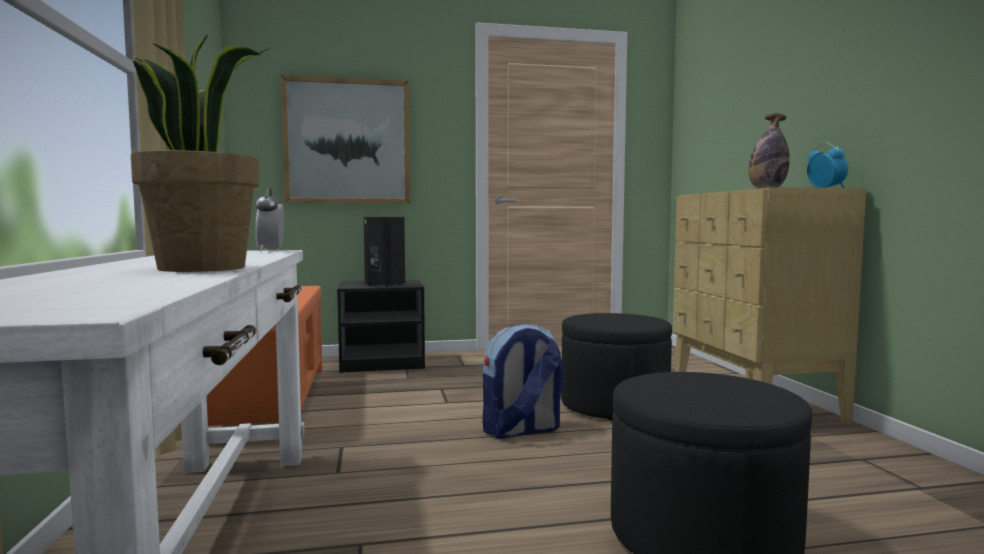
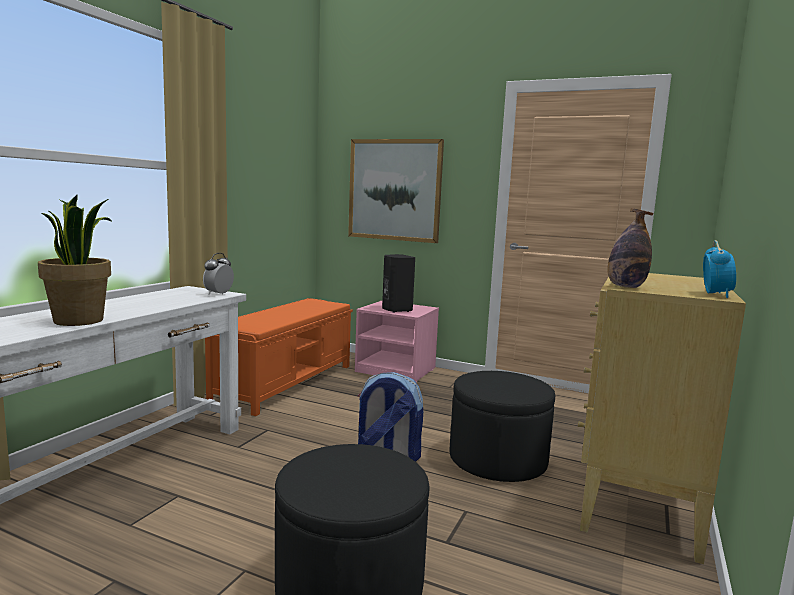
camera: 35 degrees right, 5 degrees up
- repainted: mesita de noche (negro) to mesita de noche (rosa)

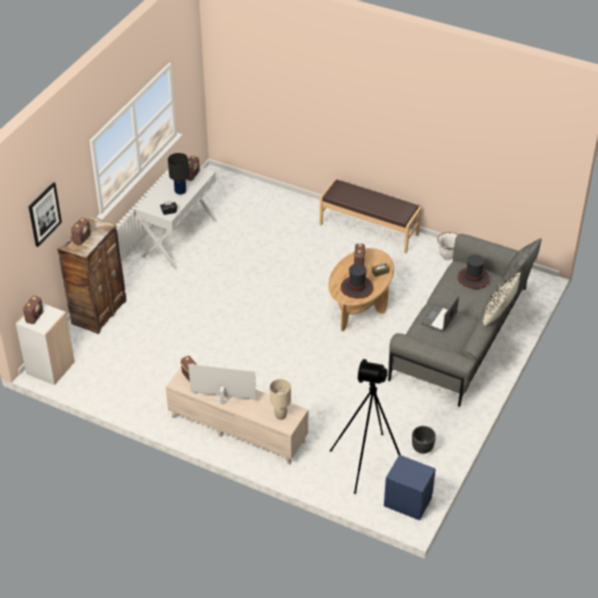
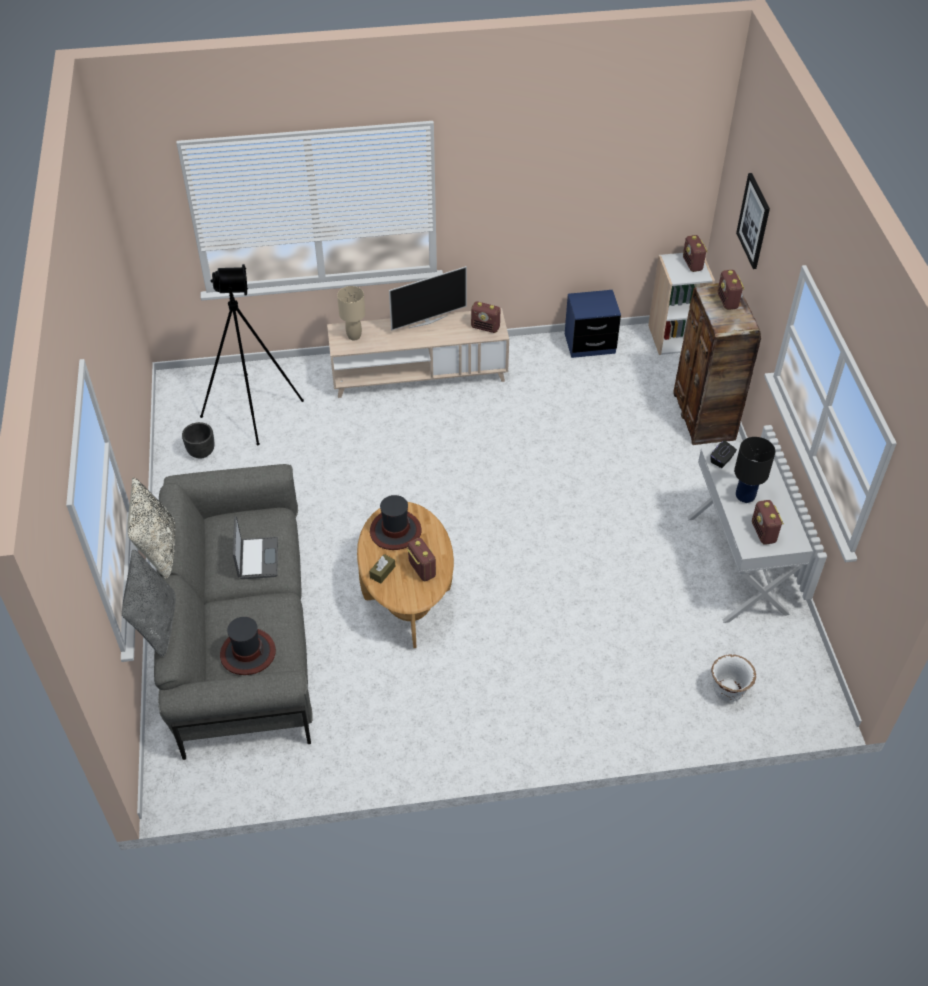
camera: 145 degrees right, 5 degrees up
- shifted: mesita de noche (azul)
- shifted: maceta (blanco)
- gone: banco (marrón)

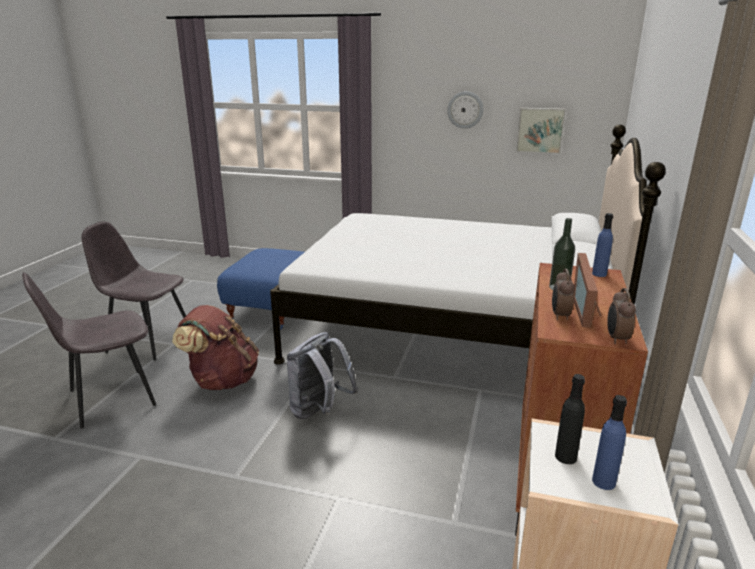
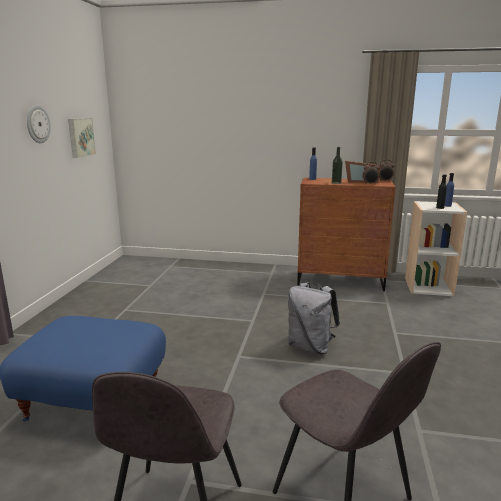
camera: 95 degrees left, 5 degrees down
- gone: mochila (marrón)
- gone: cama (blanco)

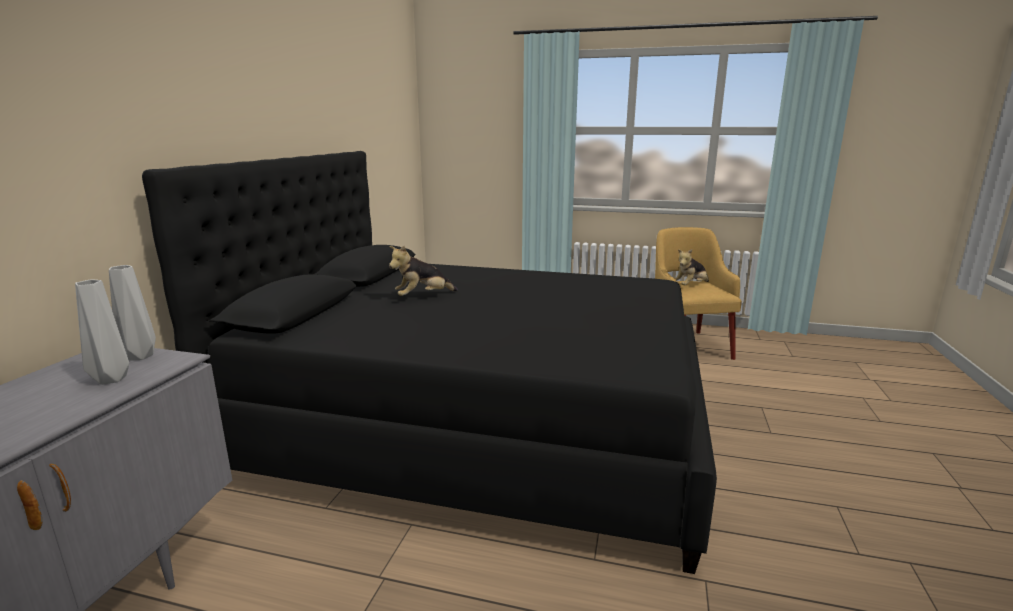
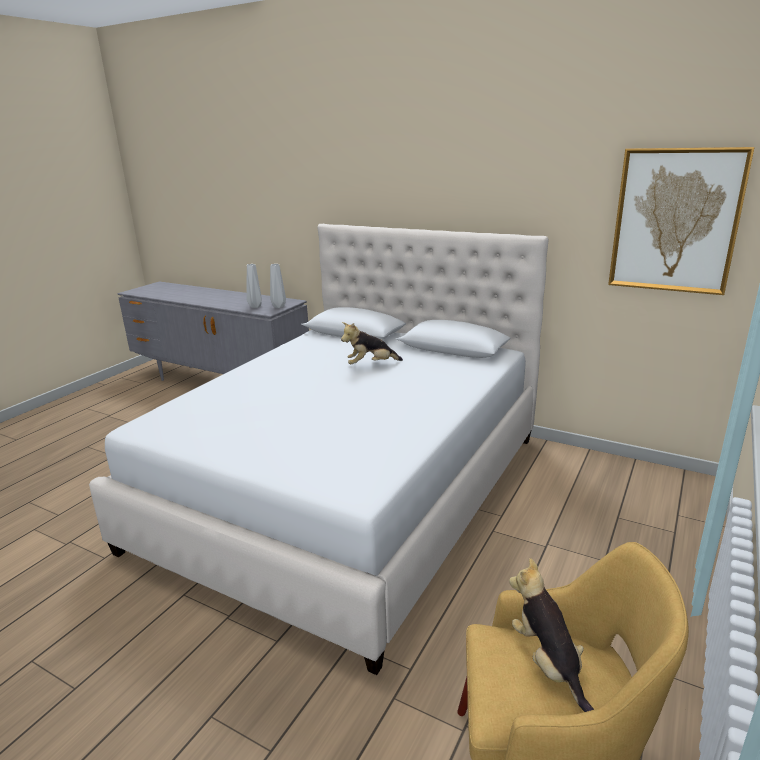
camera: 105 degrees right, 5 degrees up
- repainted: cama (negro) to cama (blanco)
- rotated: peluche (no. 1 from left) 90 degrees counterclockwise
- new: cuadro

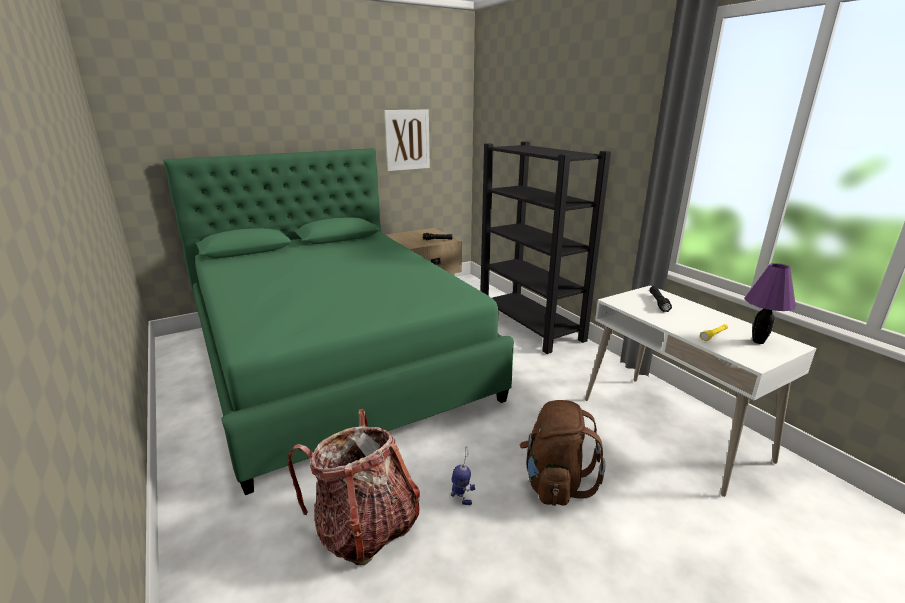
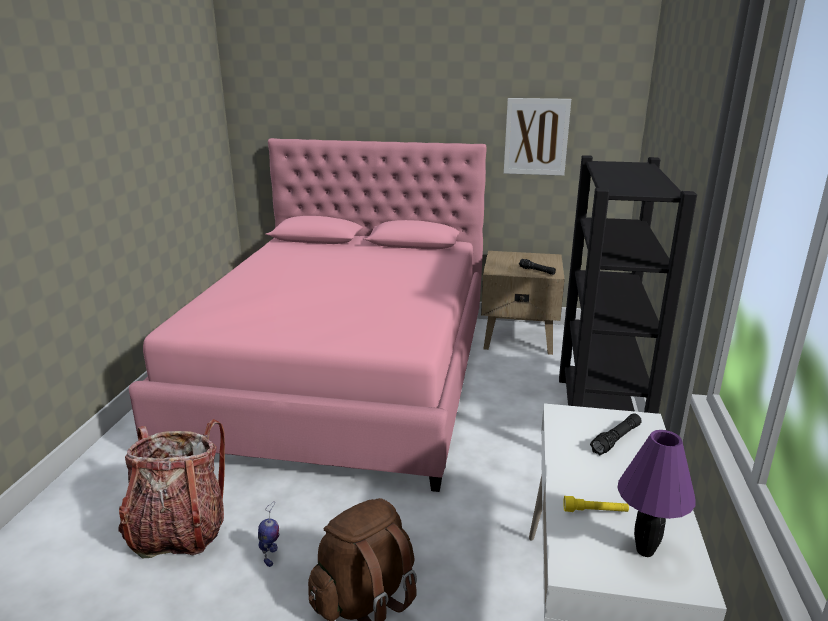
camera: 40 degrees right, 0 degrees up
- repainted: cama (verde) to cama (rosa)

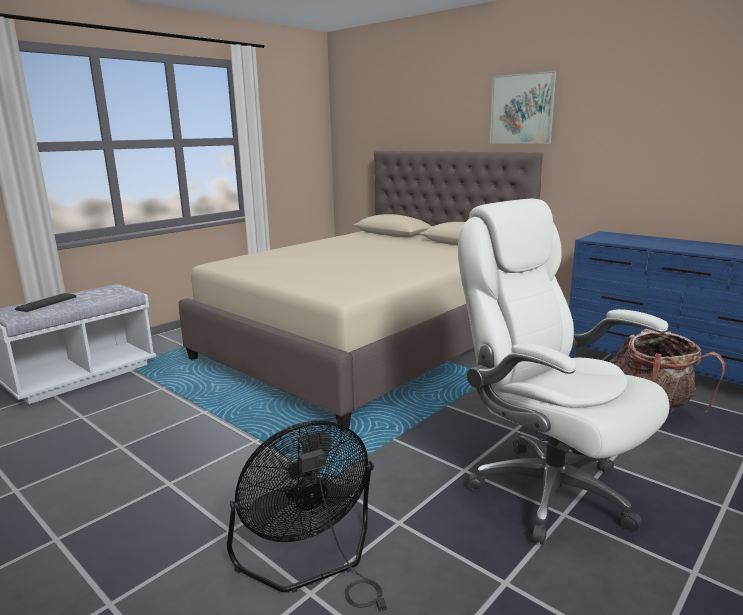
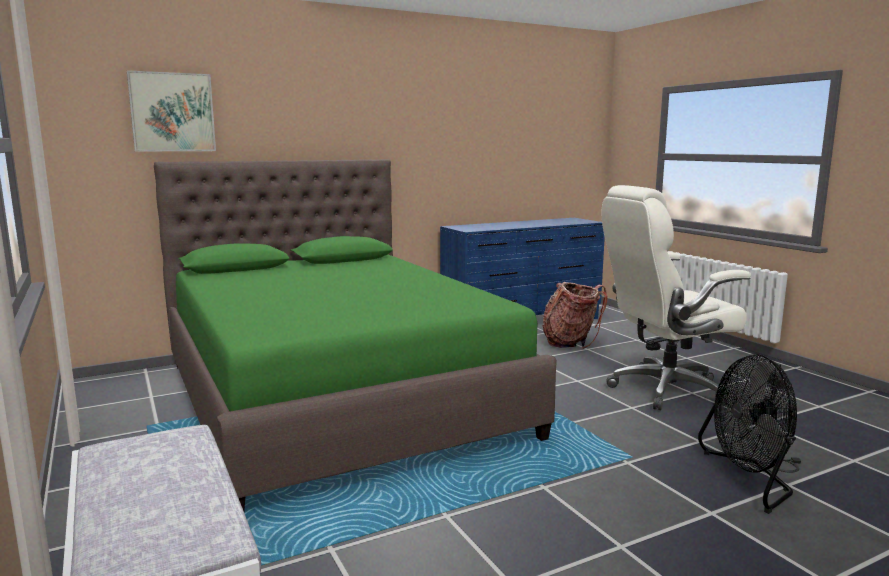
camera: 70 degrees left, 5 degrees down
- shifted: cuadro
- repainted: cama (beis) to cama (verde)
- gone: teclado

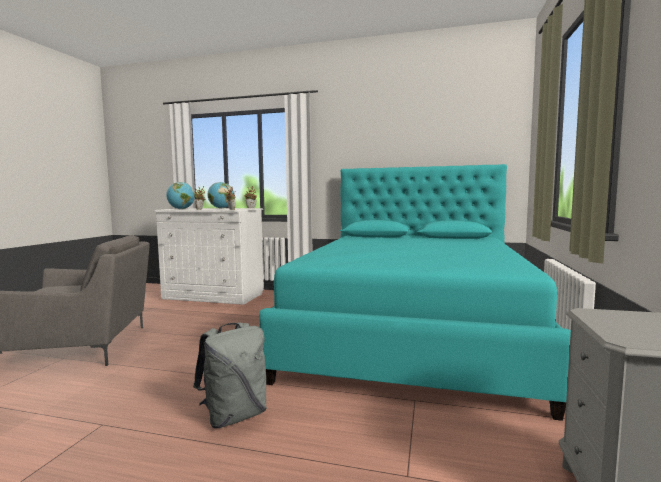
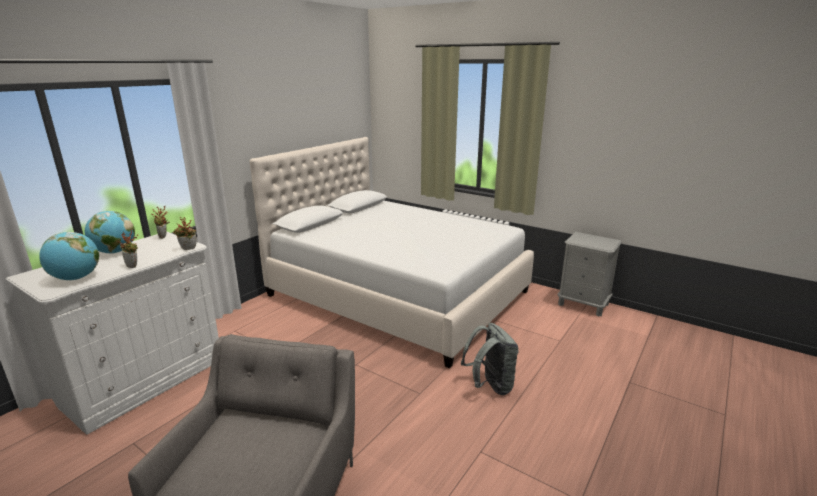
camera: 70 degrees left, 15 degrees up
- repainted: cama (turquesa) to cama (blanco)

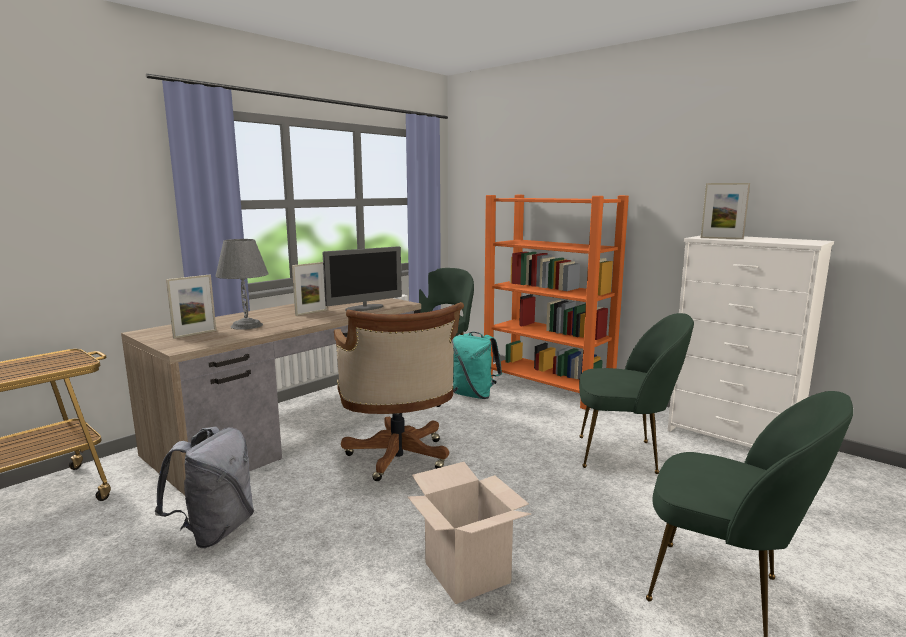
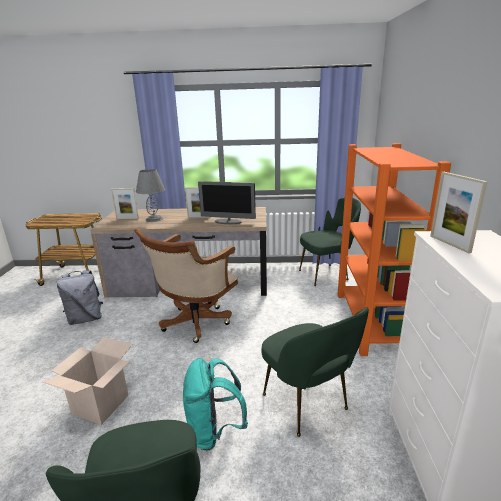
camera: 50 degrees right, 10 degrees up
- shifted: mochila (turquesa)

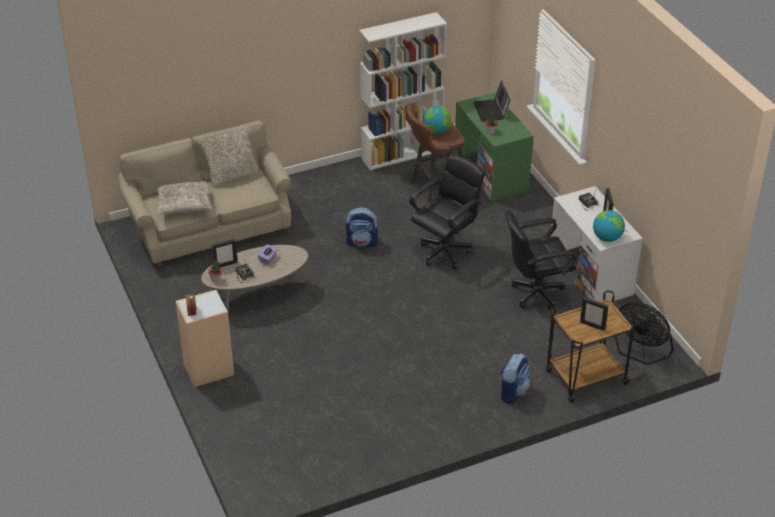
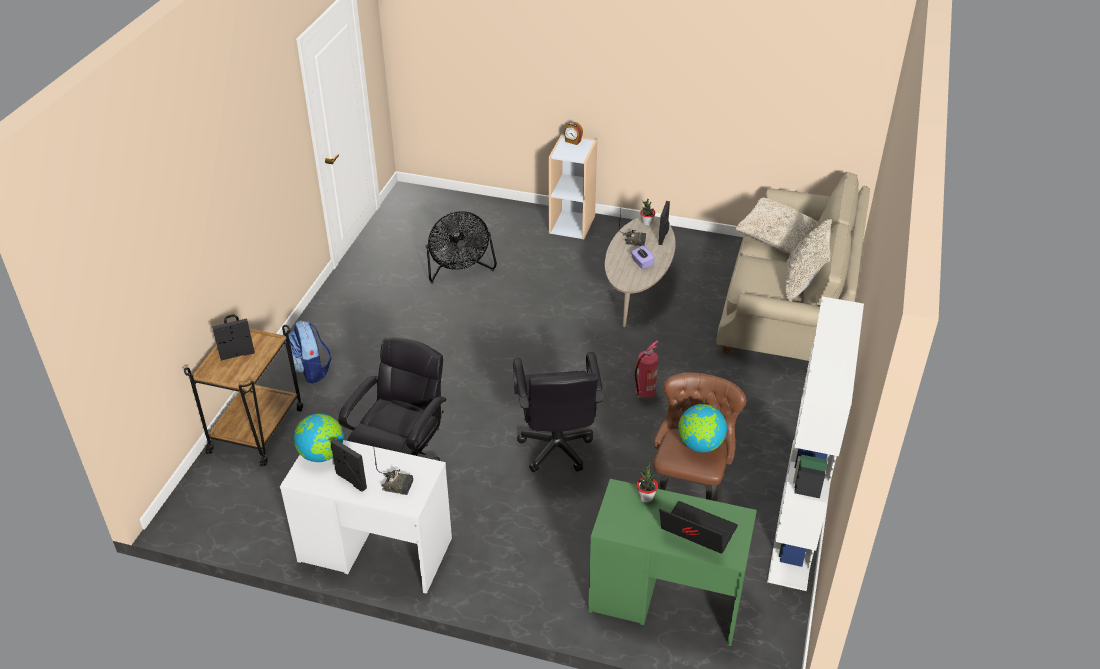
camera: 130 degrees right, 0 degrees up
- shifted: ventilador (negro)
- swapped: mochila (no. 1 from left) to extintor

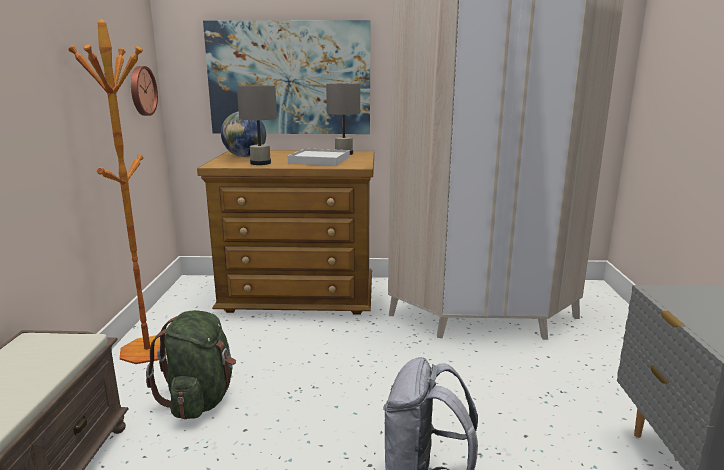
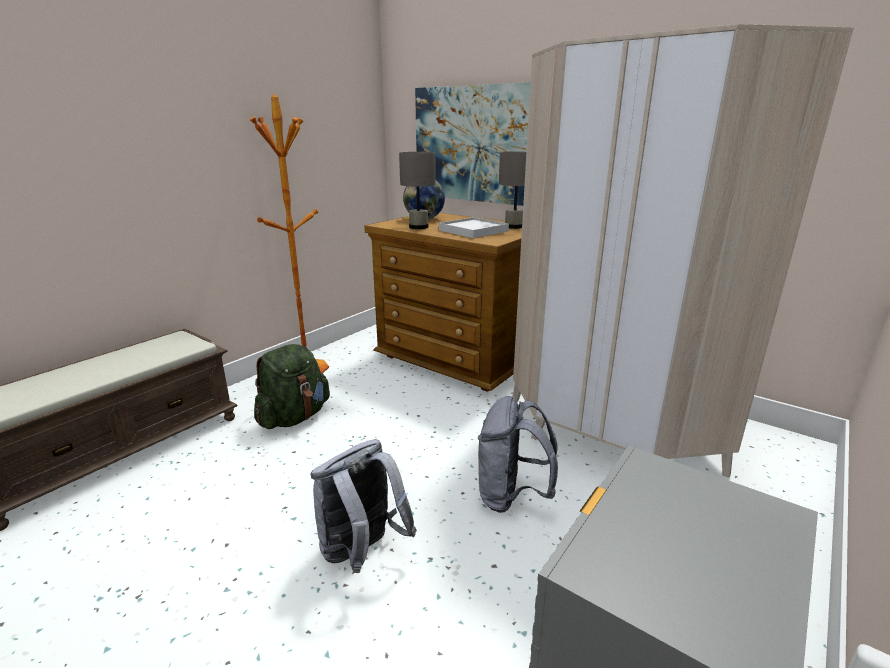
camera: 35 degrees right, 5 degrees up
- new: mochila (gris) (no. 2 from left)
- gone: reloj de pared

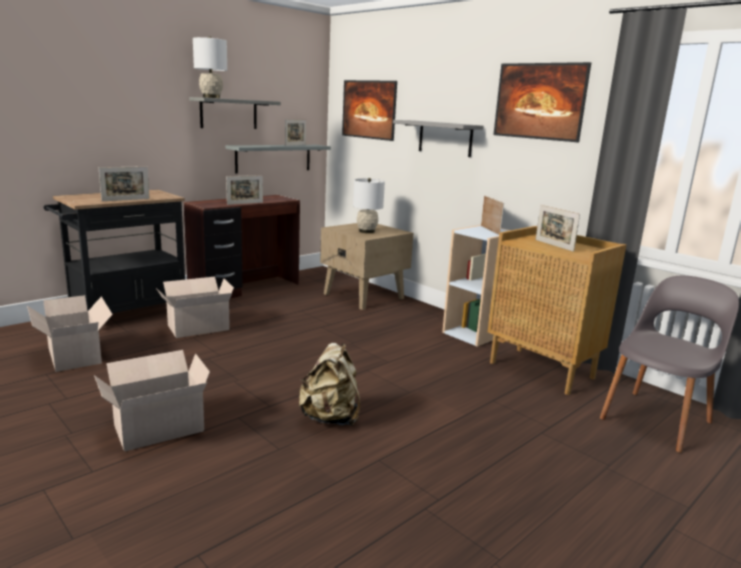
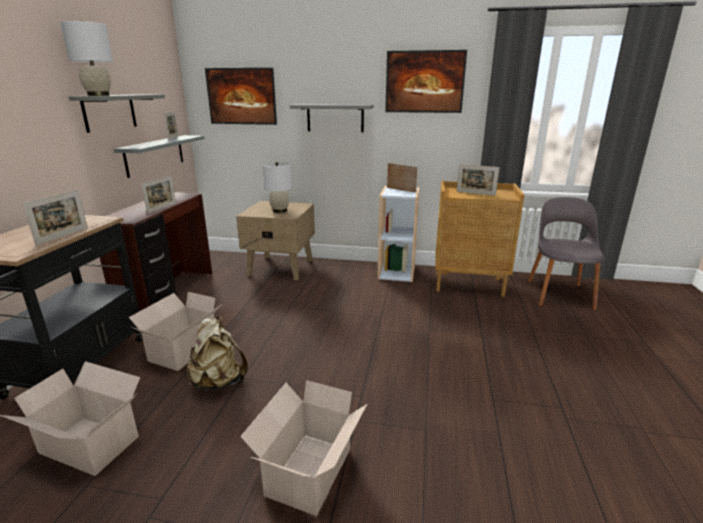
camera: 35 degrees left, 5 degrees up
- shifted: mochila (beis)

